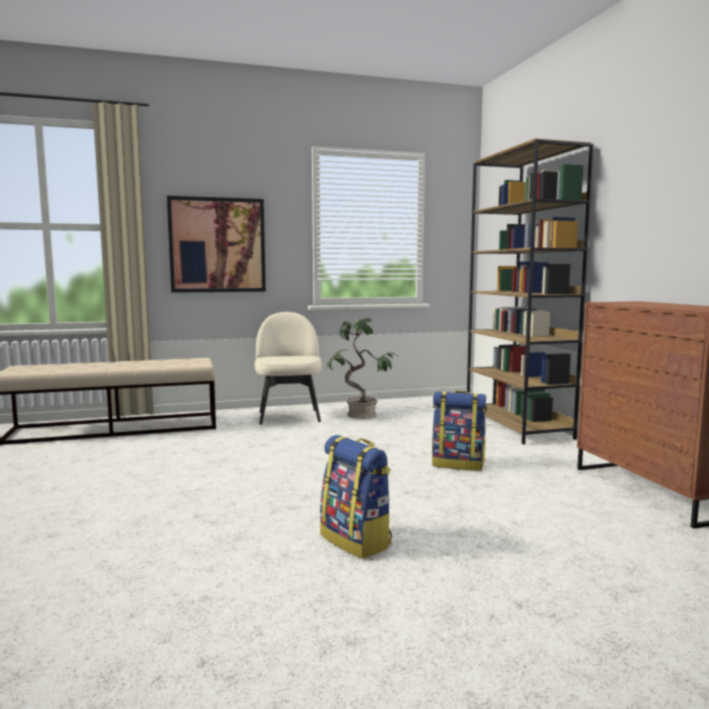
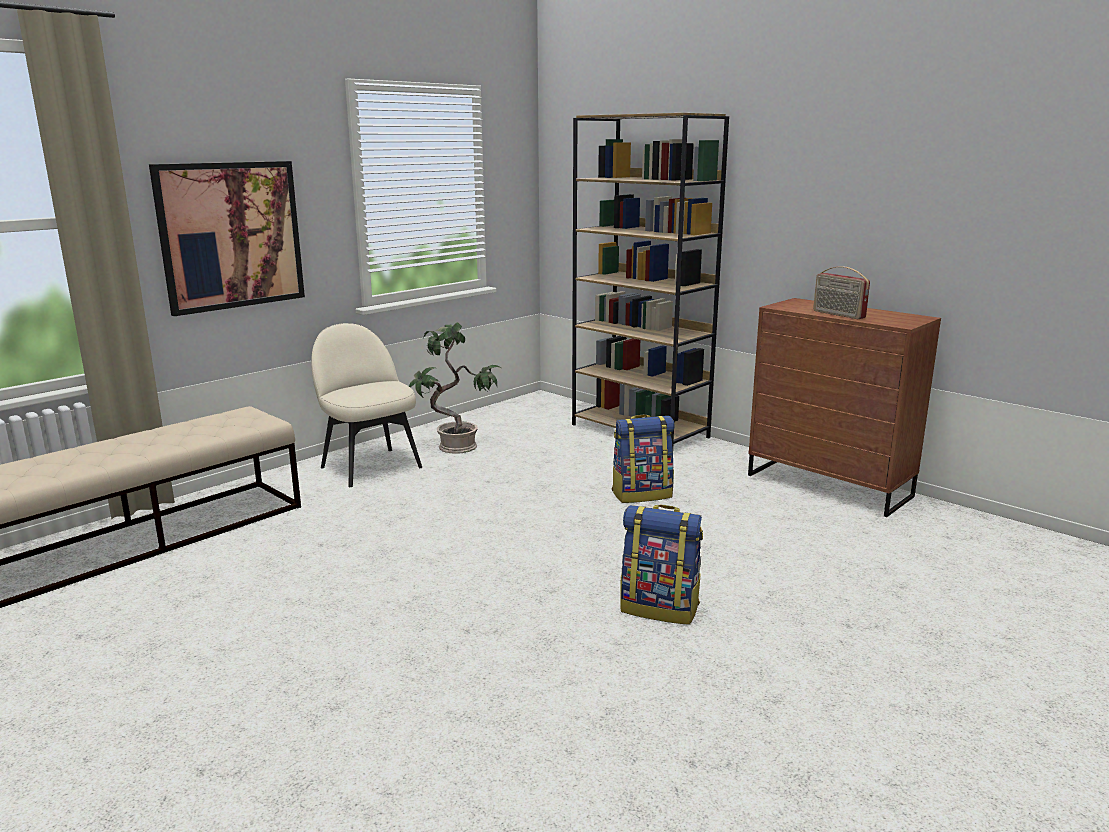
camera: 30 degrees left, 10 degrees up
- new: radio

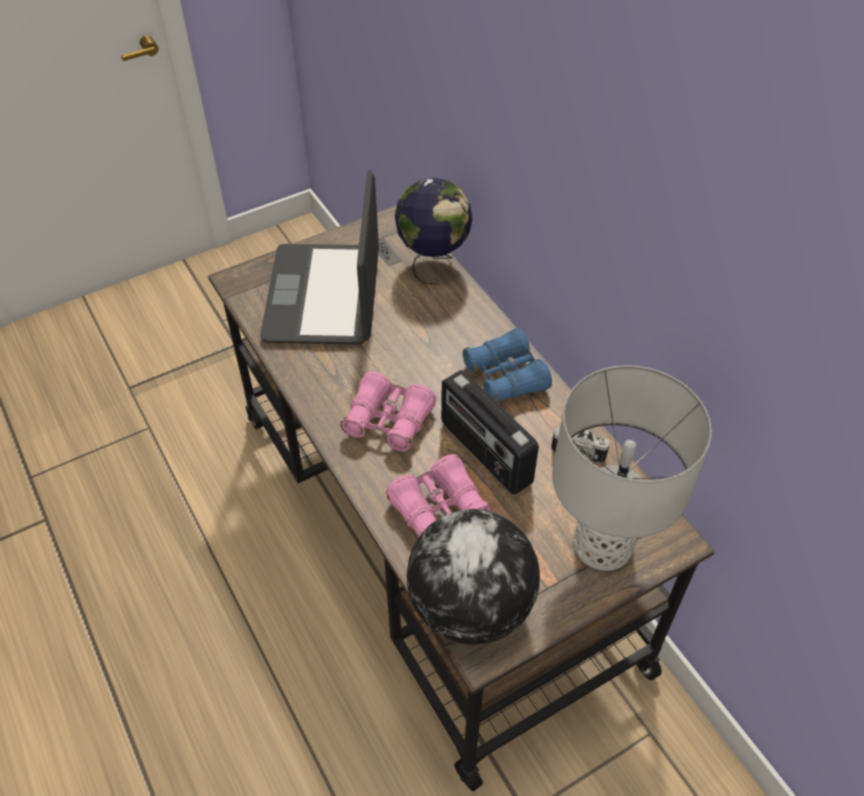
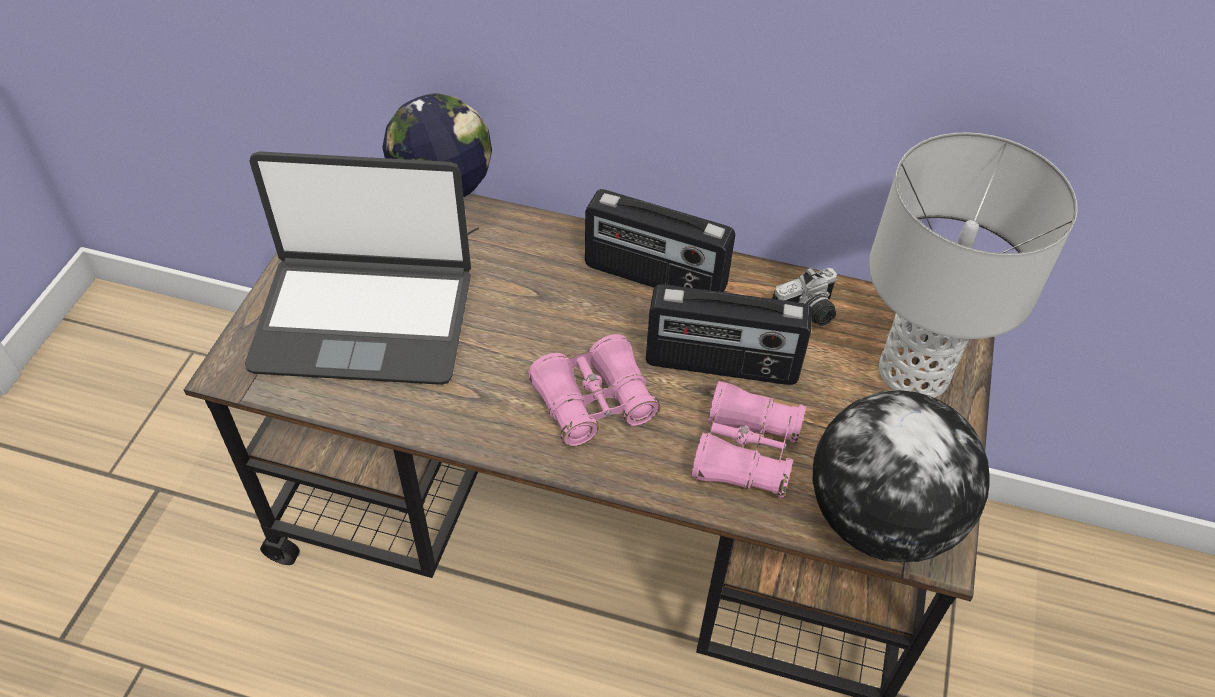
camera: 45 degrees left, 0 degrees up
- rotated: portátil 45 degrees counterclockwise
- swapped: prismáticos (azul) to radio (no. 1 from left)

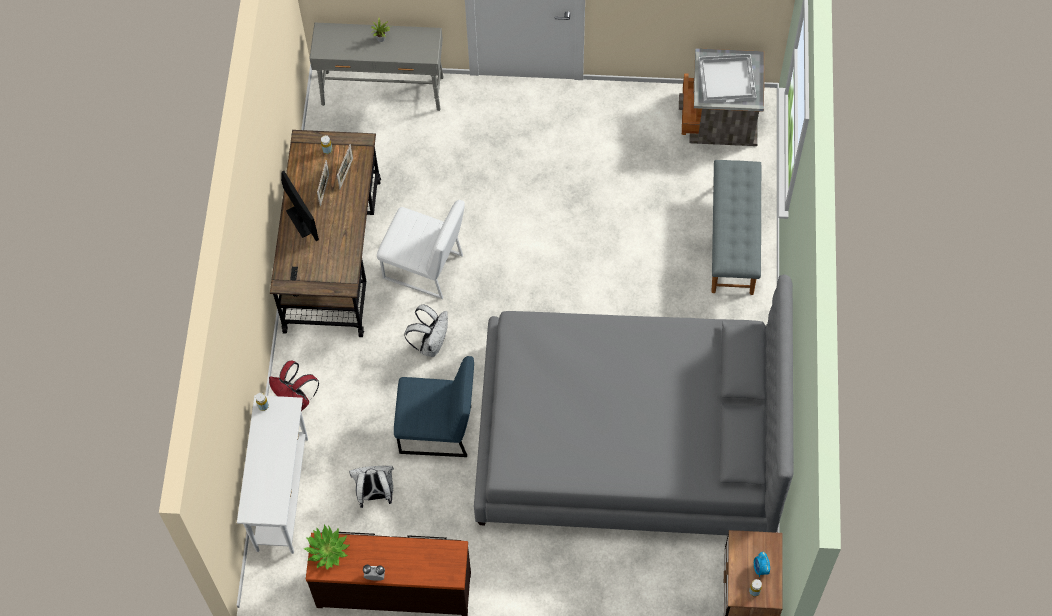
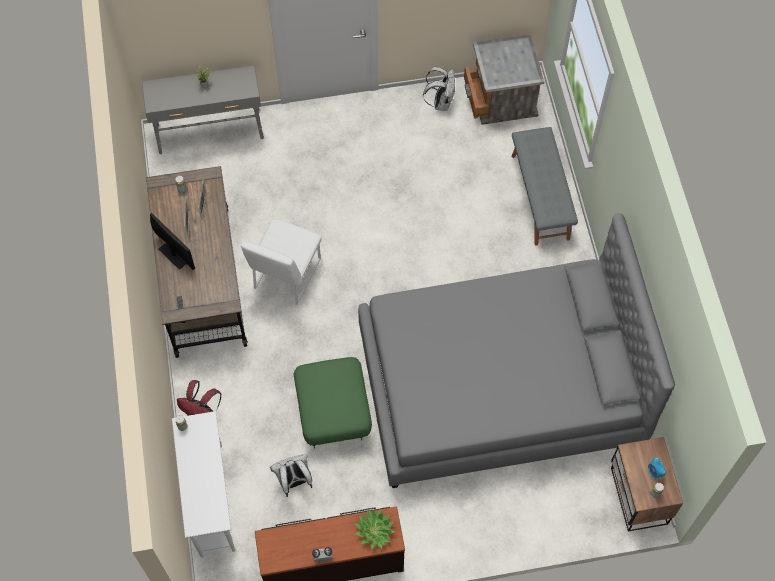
camera: 15 degrees left, 0 degrees up
- rotated: silla (blanco) 105 degrees clockwise
- swapped: silla (azul) to puf (verde)
- shifted: planta en maceta (no. 1 from left in the first image) to planta en maceta (no. 2 from left)
- shifted: mochila (blanco) (no. 2 from left)
- gone: bandeja (blanco)

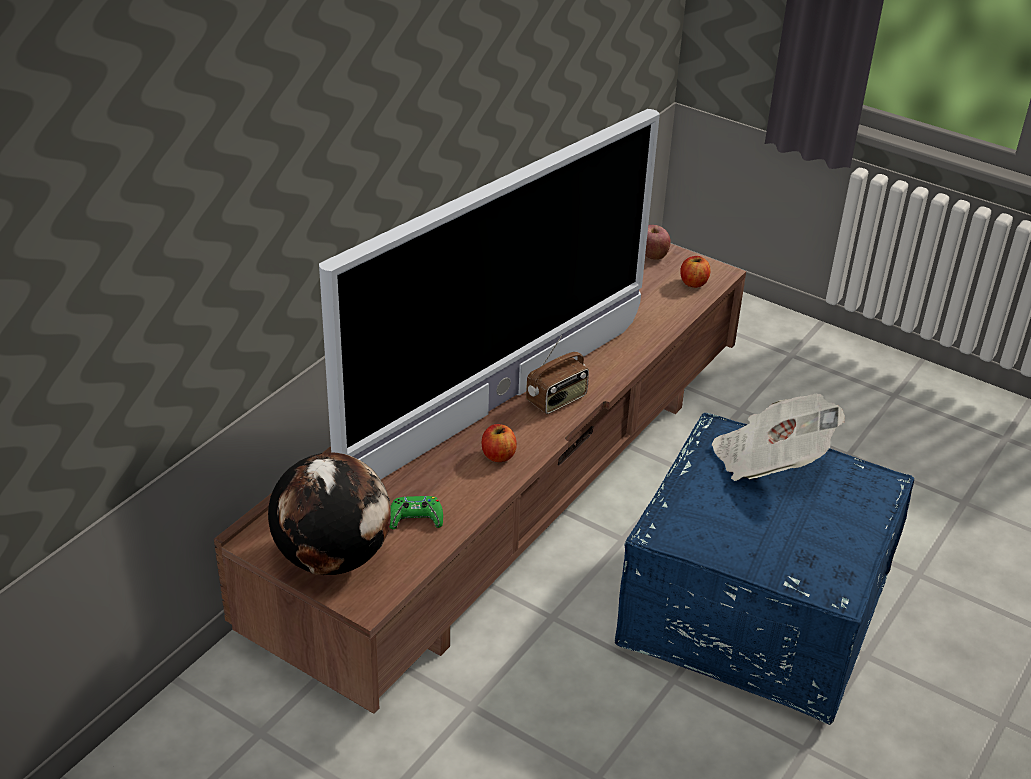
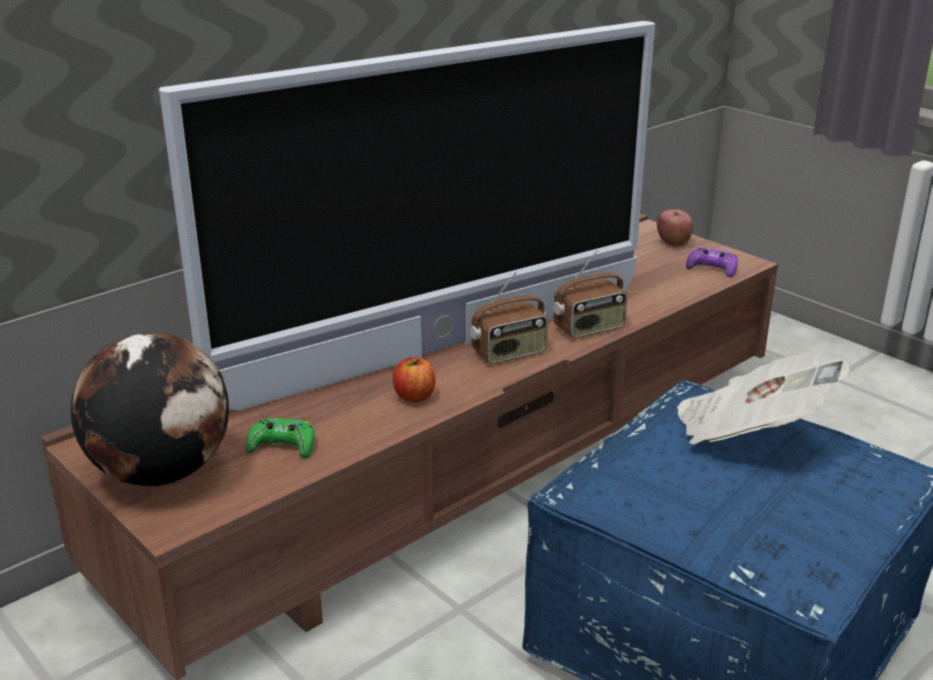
camera: 15 degrees right, 10 degrees down
- new: radio (no. 2 from left)
- swapped: manzana (no. 3 from left) to mando de consola (morado)

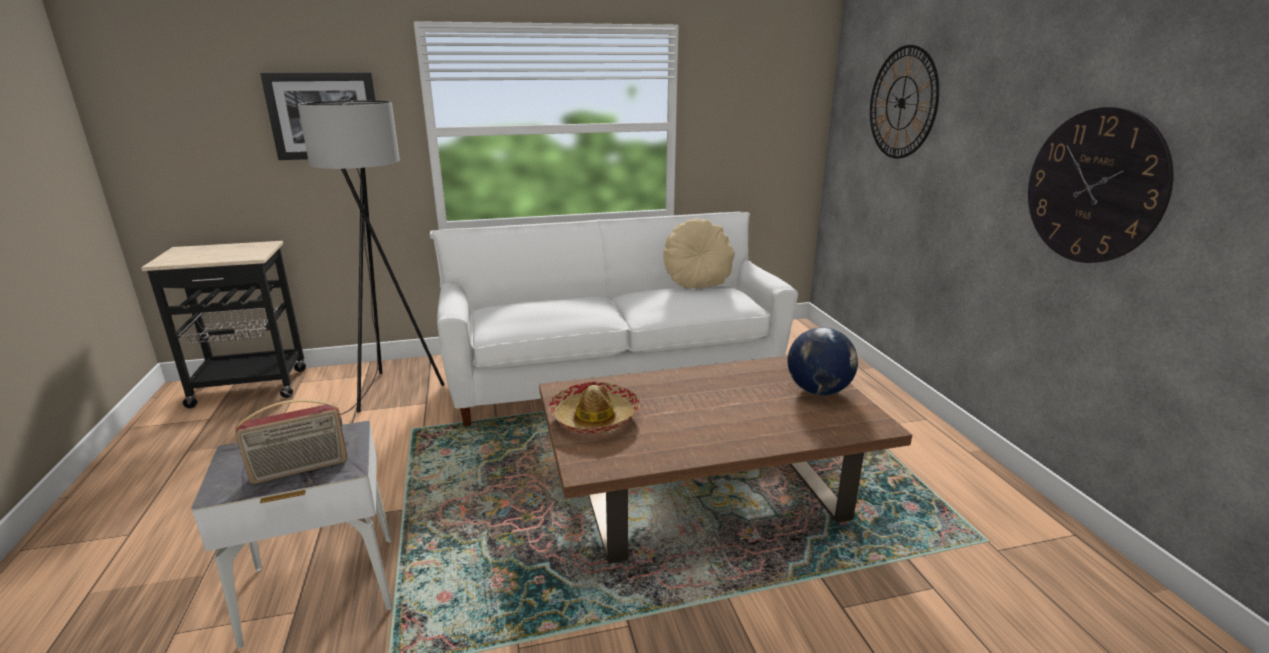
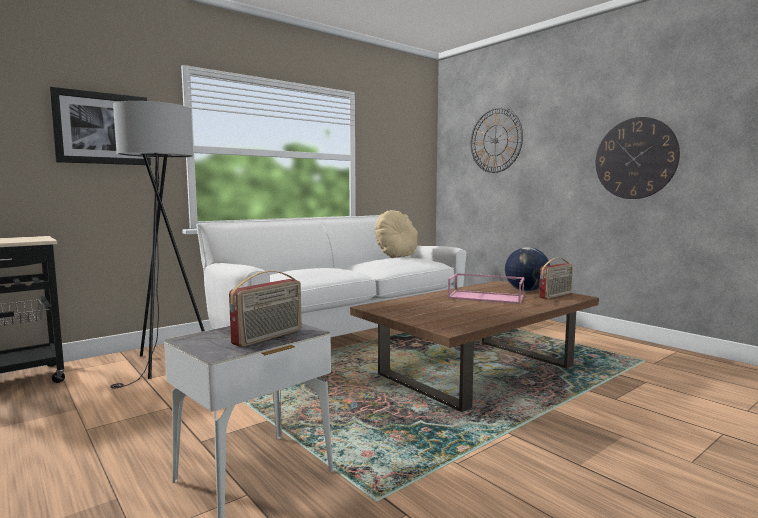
camera: 25 degrees left, 15 degrees down
- new: bandeja (rosa)
- new: radio (no. 2 from left)
- gone: sombrero

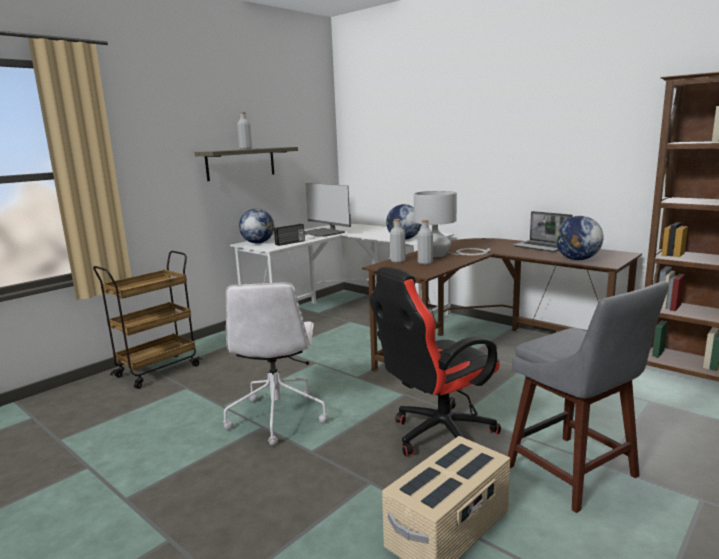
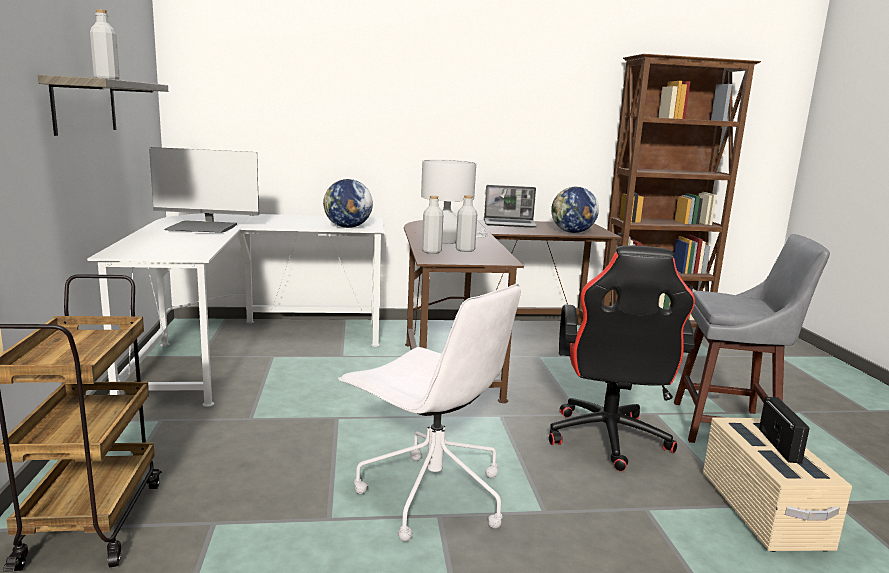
camera: 50 degrees left, 0 degrees up
- shifted: radio
- gone: globo terráqueo (no. 1 from left)

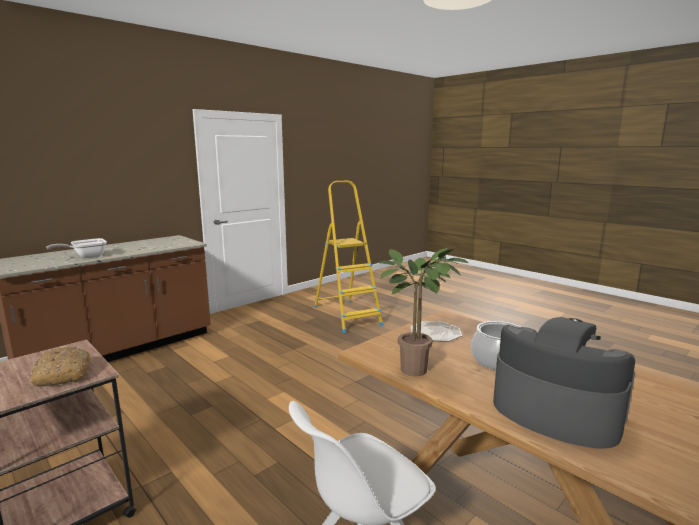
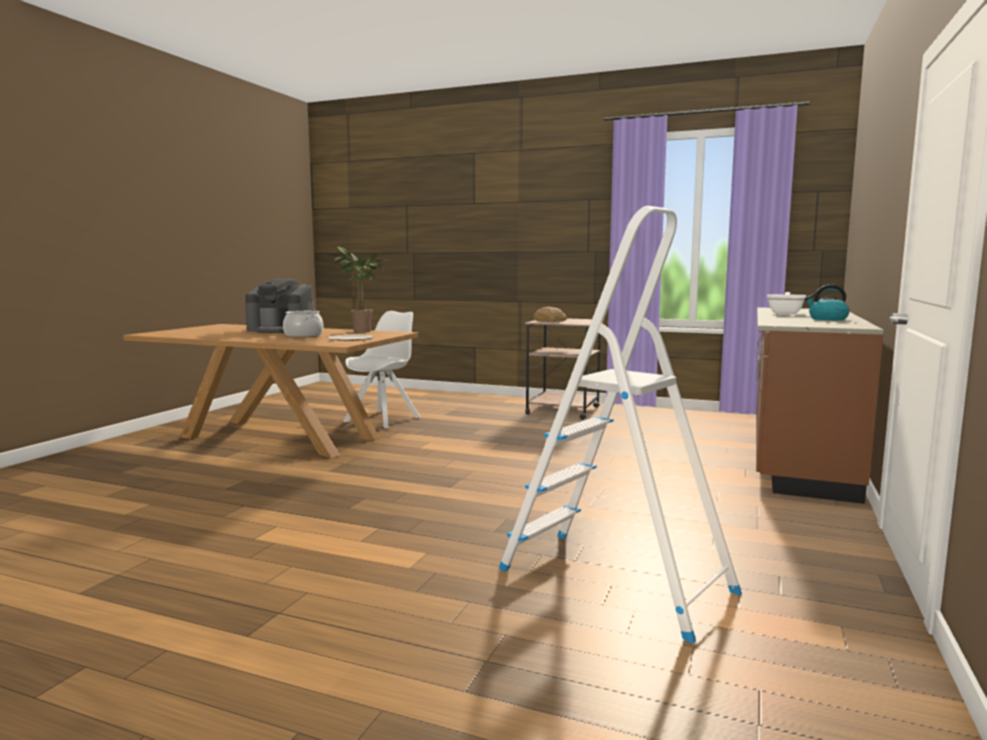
camera: 155 degrees right, 5 degrees down
- repainted: escalera de tijera (amarillo) to escalera de tijera (blanco)
- new: hervidor

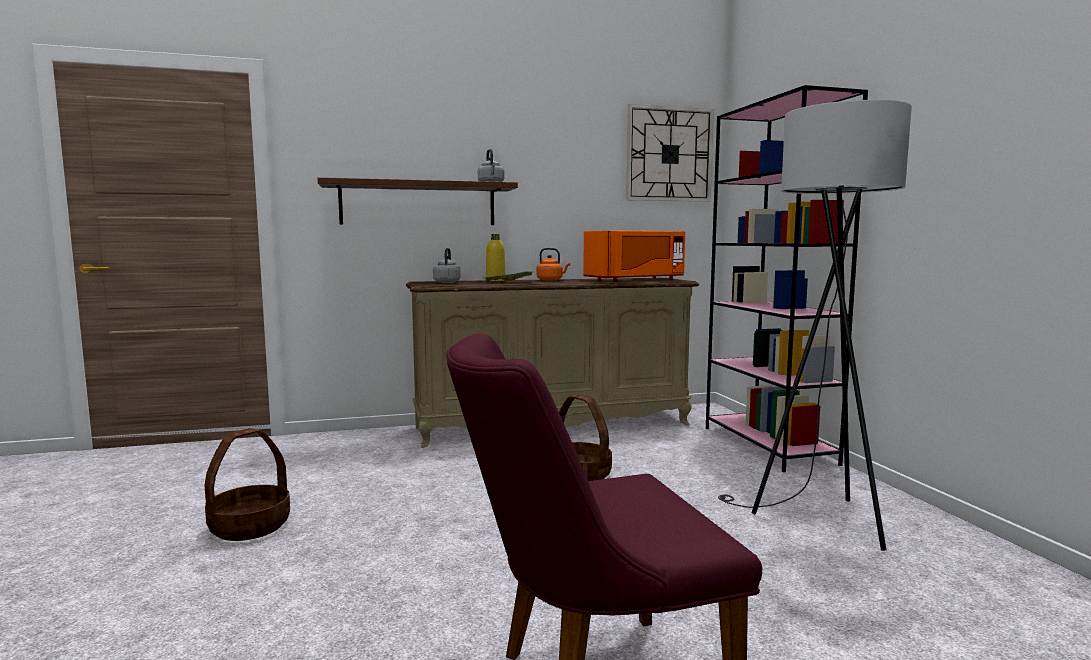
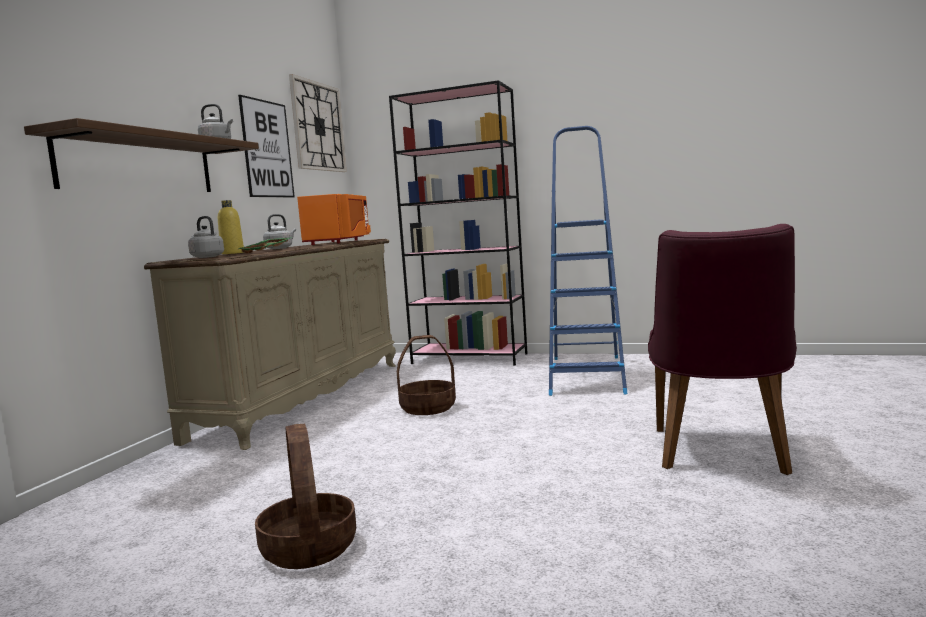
camera: 55 degrees left, 0 degrees up
- new: cuadro
- repainted: hervidor (naranja) to hervidor (gris) (no. 3 from left)
- swapped: lámpara de pie (gris) to escalera de tijera (azul)

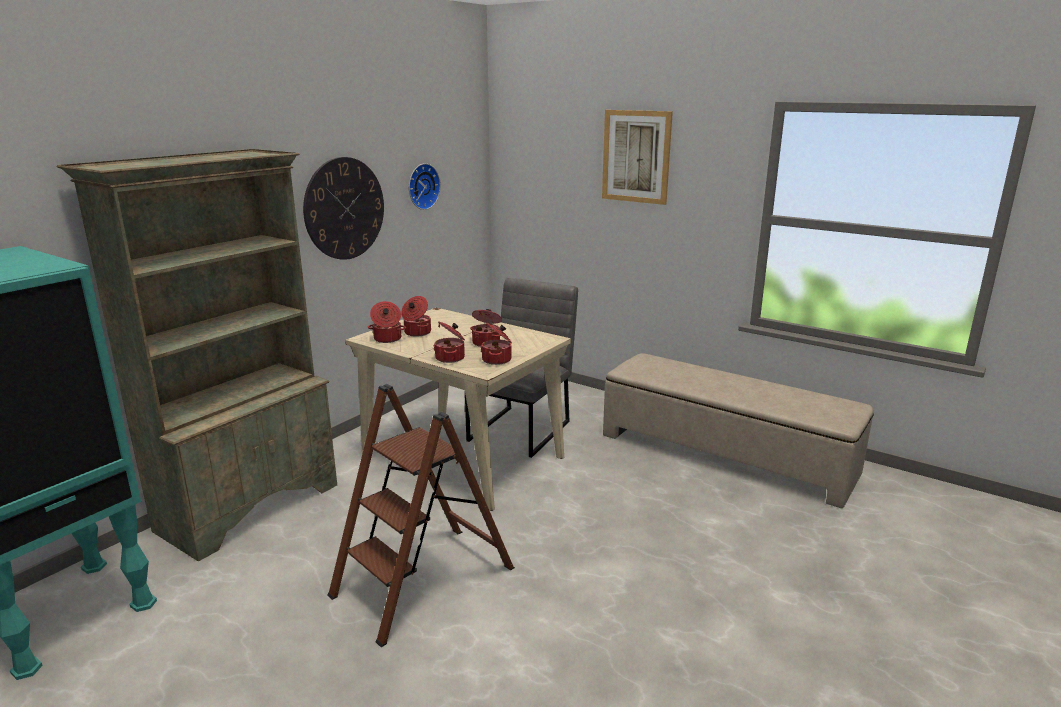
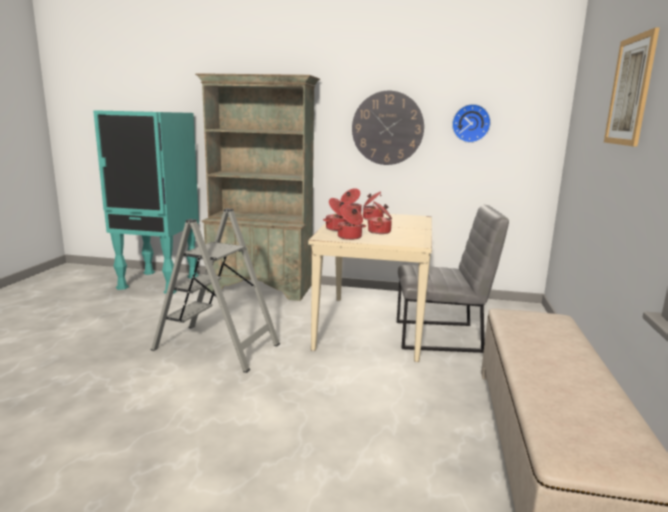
camera: 65 degrees right, 5 degrees down
- repainted: escalera de tijera (marrón) to escalera de tijera (gris)

